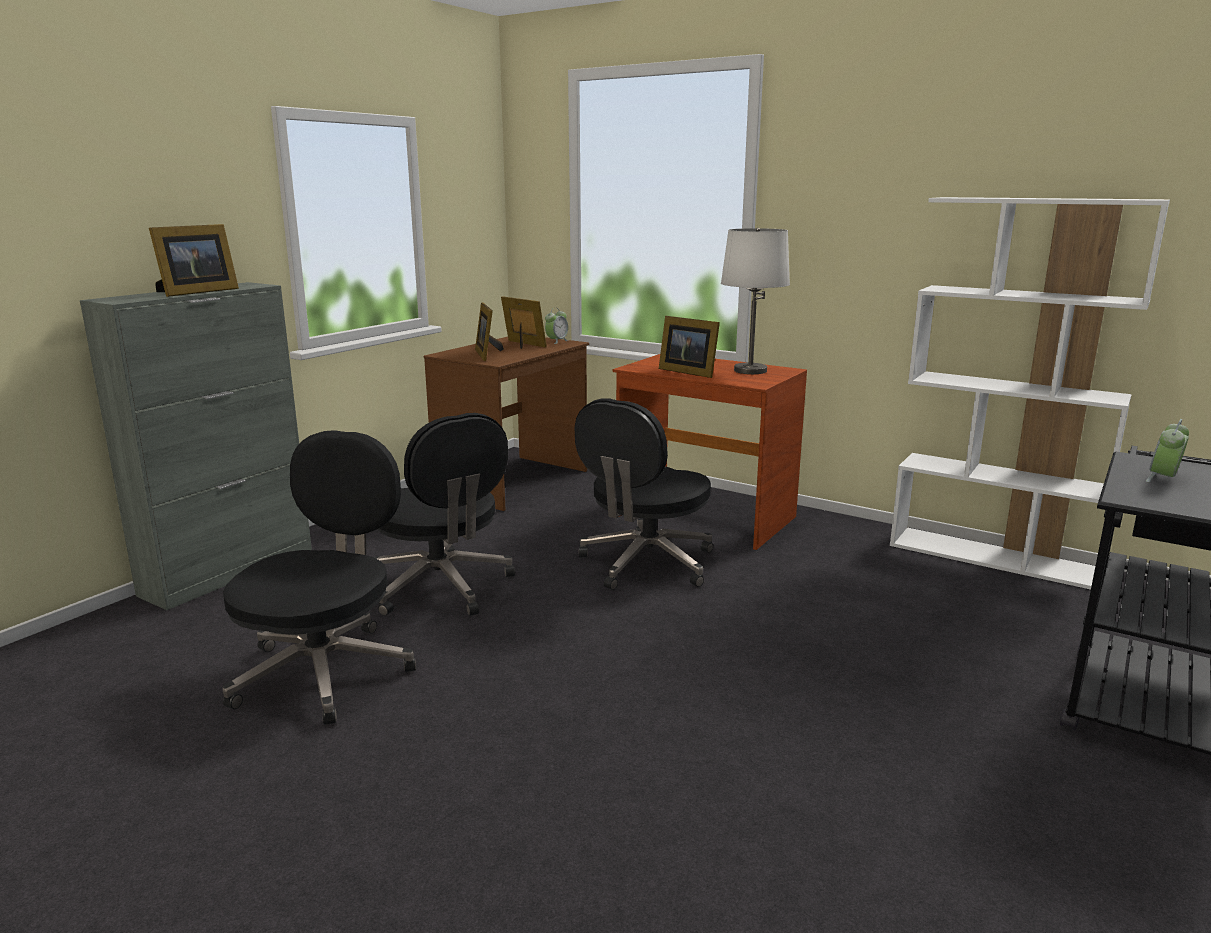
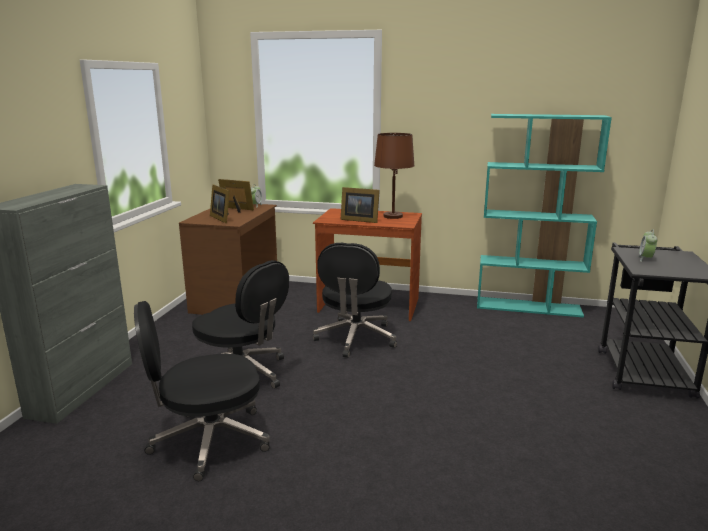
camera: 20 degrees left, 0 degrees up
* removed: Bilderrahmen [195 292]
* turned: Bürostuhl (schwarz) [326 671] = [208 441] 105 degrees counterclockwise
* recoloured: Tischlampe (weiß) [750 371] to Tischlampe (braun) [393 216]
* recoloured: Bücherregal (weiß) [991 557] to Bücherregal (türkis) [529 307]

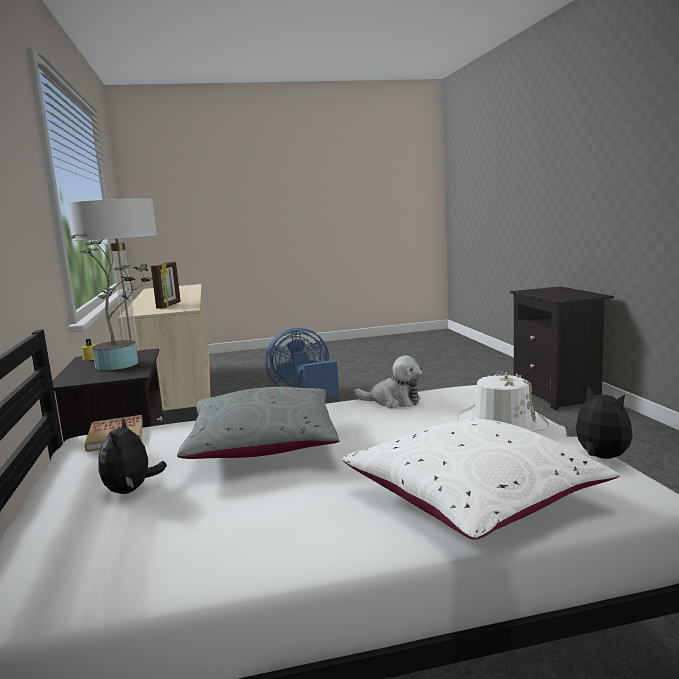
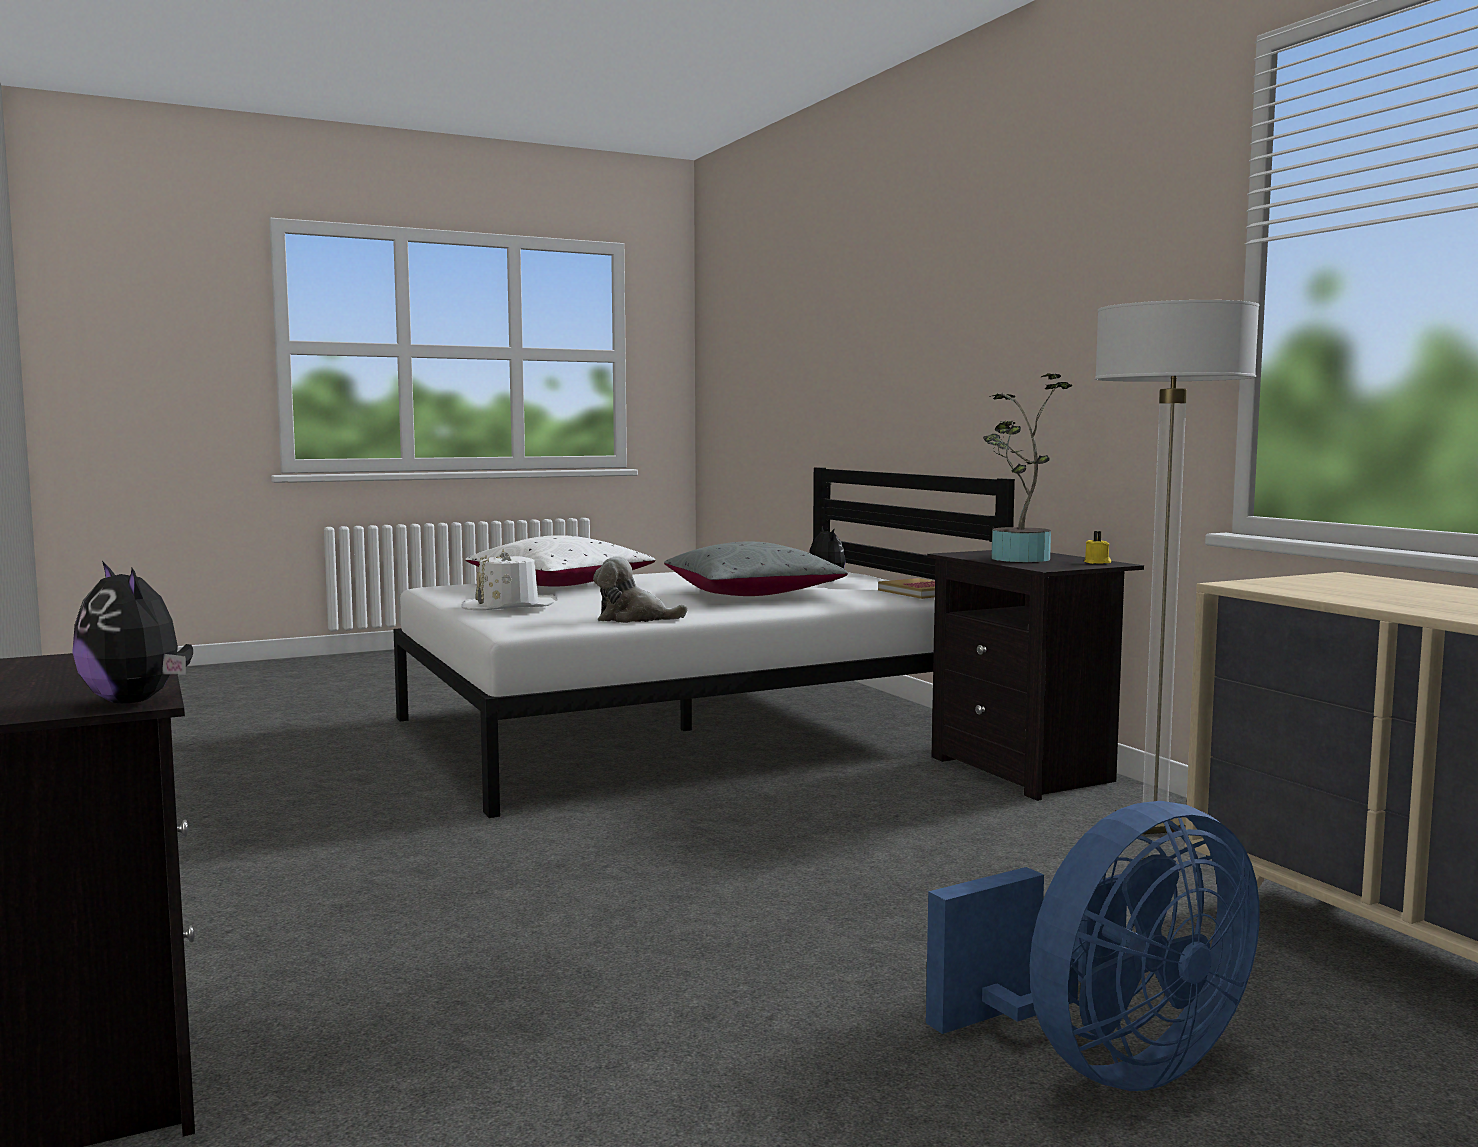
camera: 165 degrees right, 5 degrees down
* removed: Bilderrahmen [169 305]
* moved: Plüschtier [600 457] to [137 701]

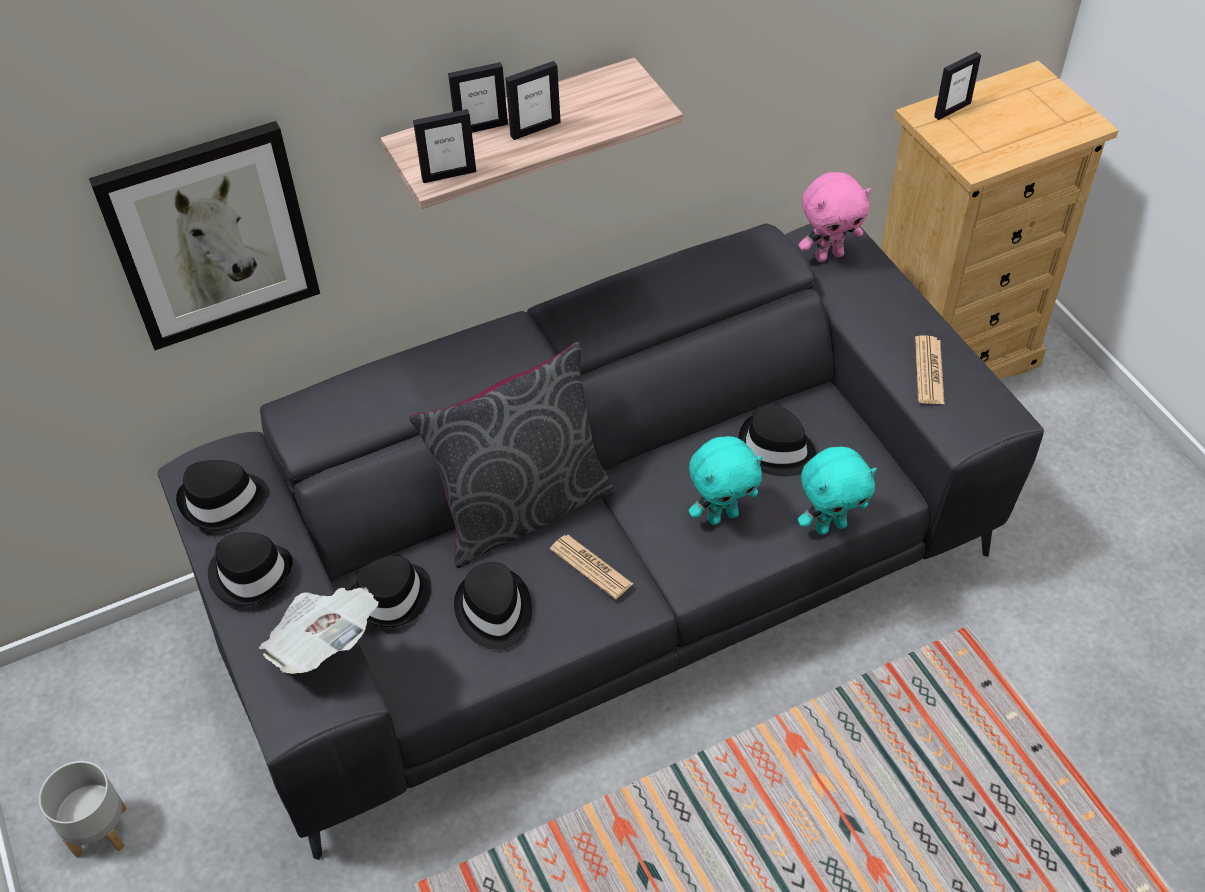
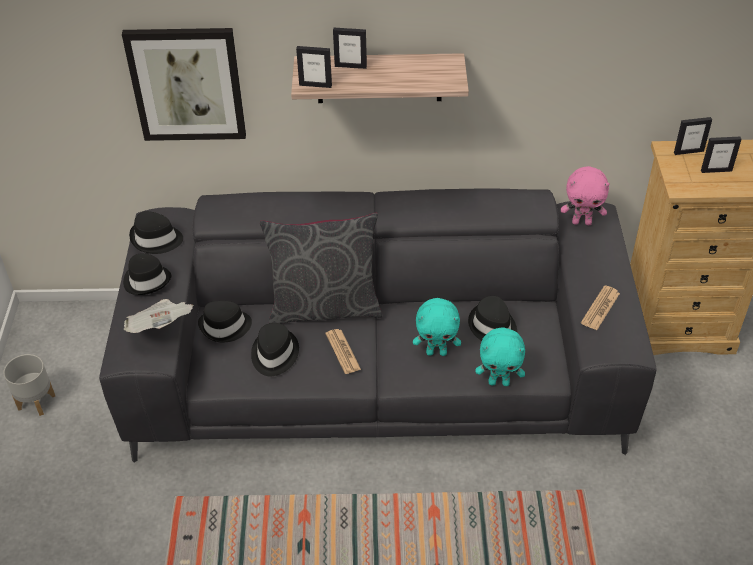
camera: 25 degrees right, 5 degrees down
* moved: Bilderrahmen [535 129] to [716 170]

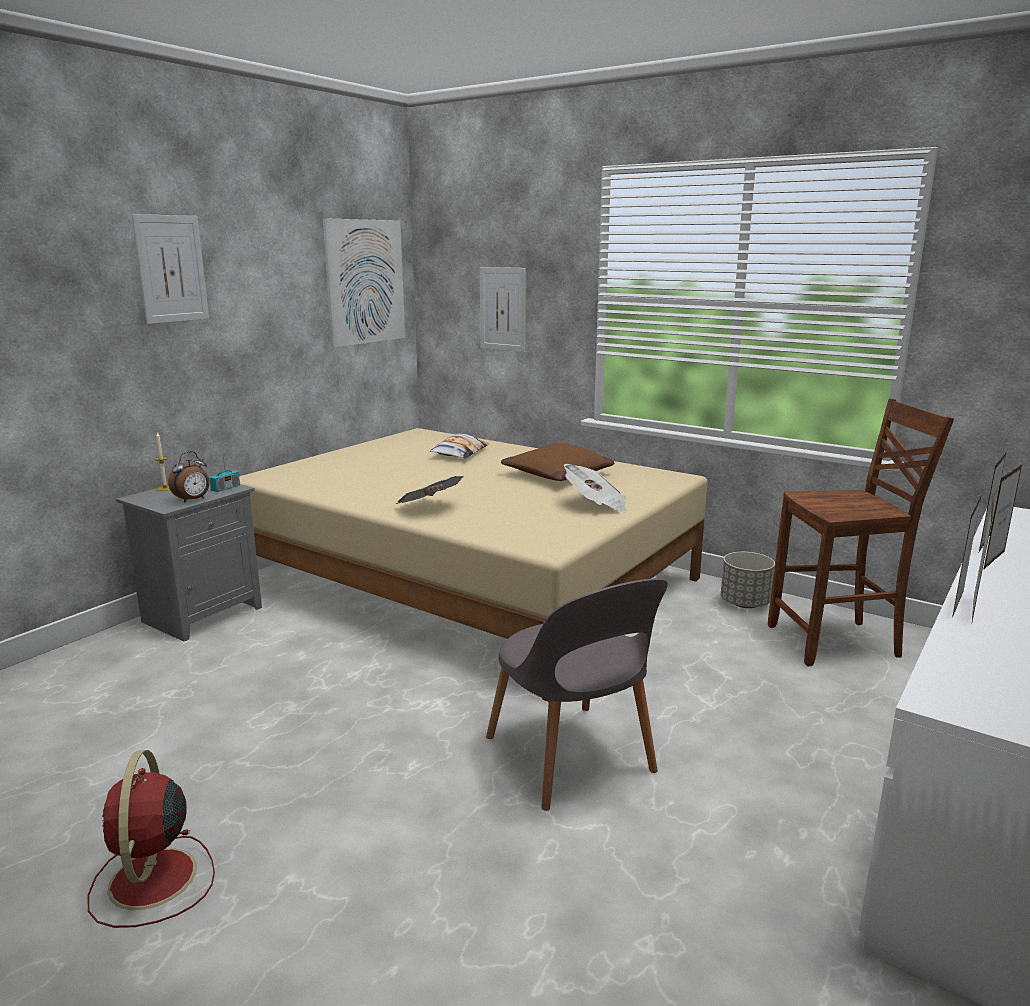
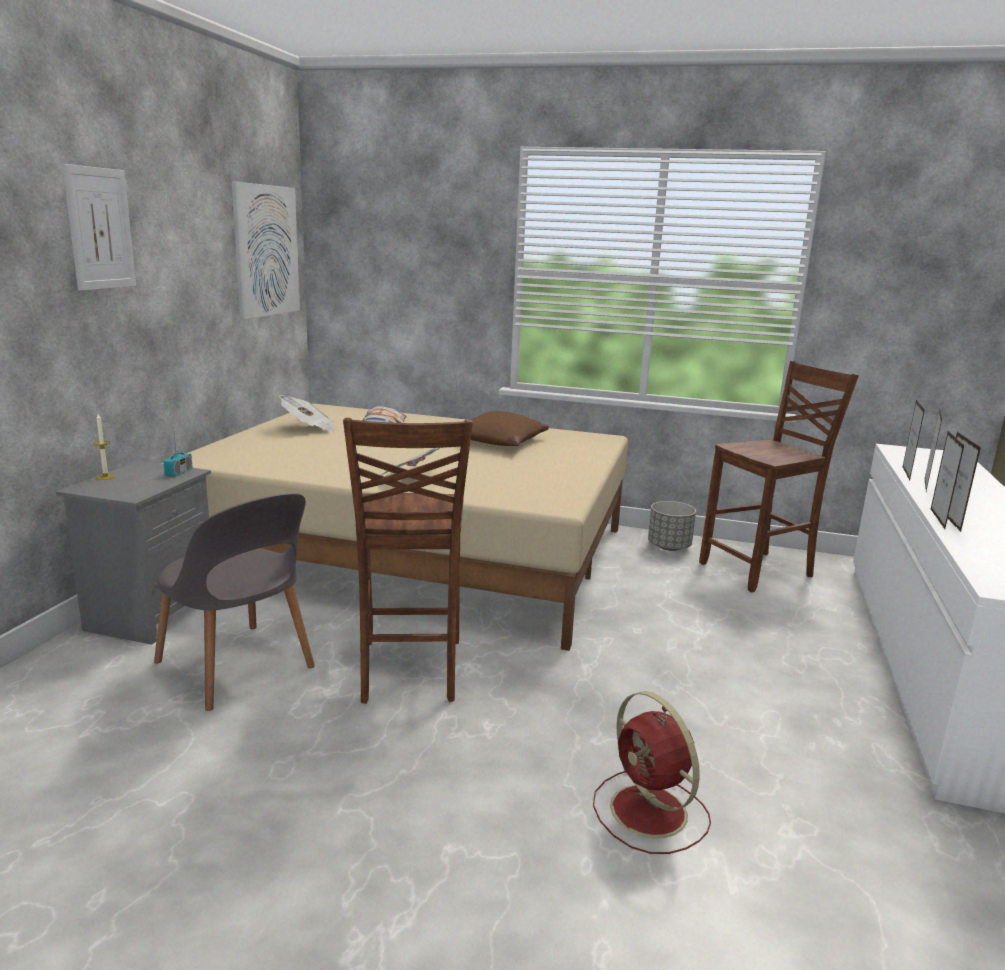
camera: 20 degrees left, 0 degrees up
* moved: Ventilator (rot) [152 881] to [651 813]
* removed: Wecker [193 500]
* removed: Bild [502 309]
* moved: Stuhl (grau) [572 759] to [237 668]
* moved: Zeitung [596 505] to [309 428]
* added: Stuhl (braun) [408 672]

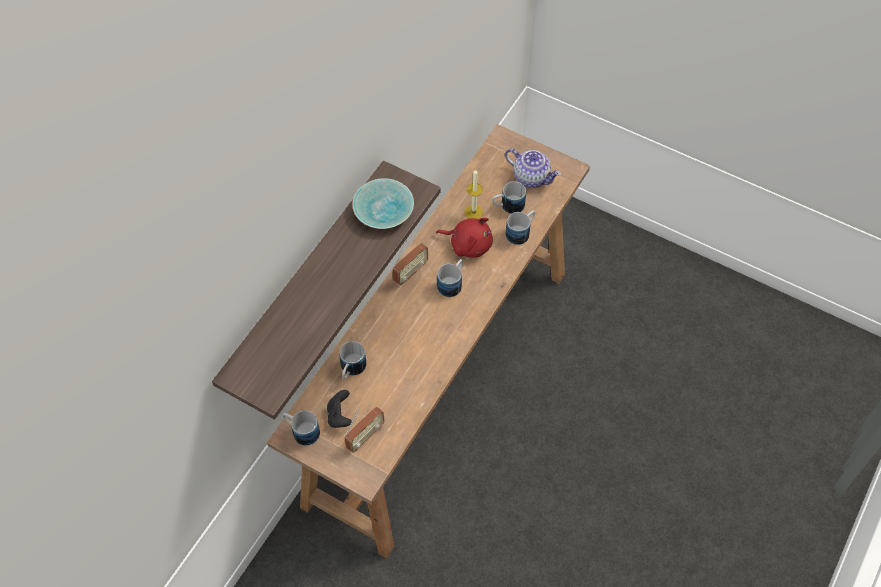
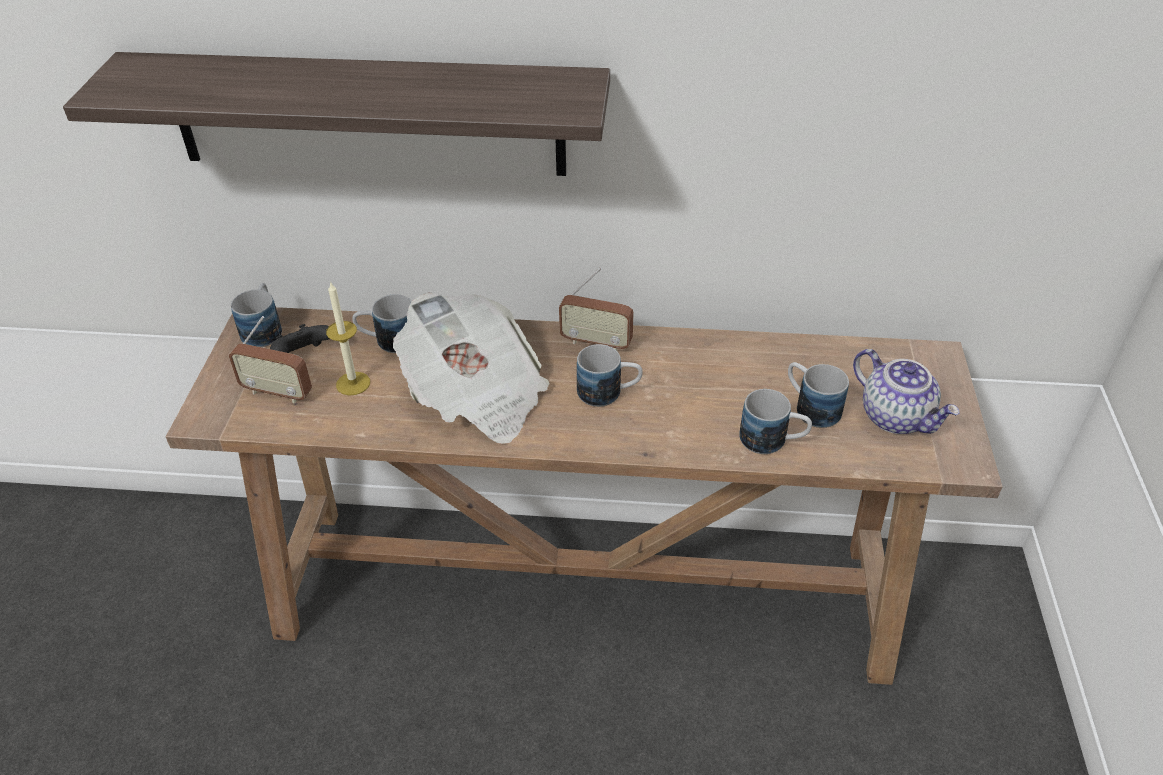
camera: 65 degrees right, 15 degrees down
* removed: Schüssel (türkis) [385 212]
* removed: Plüschtier (rot) [468 244]
* moved: Kerze [473 212] to [353 383]
* turned: Teekanne [531 177] = [896 417] 45 degrees counterclockwise
* added: Zeitung [476 395]

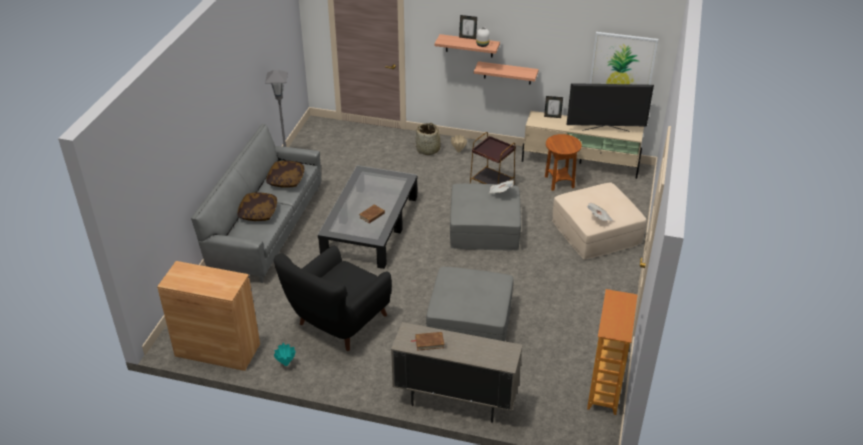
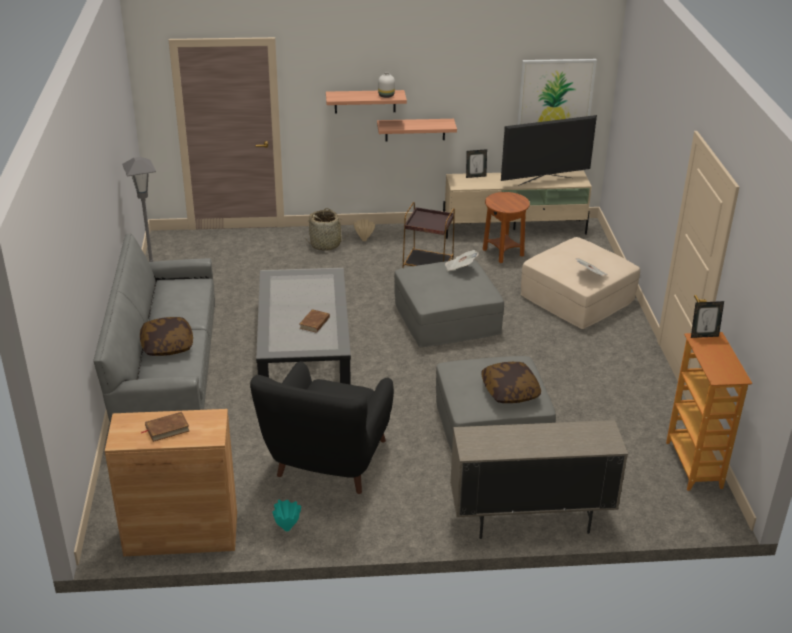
camera: 20 degrees left, 5 degrees down
* moved: Kissen [286 180] to [509 391]
* moved: Buch (braun) [429 342] to [167 429]
* moved: Bilderrahmen [467 37] to [704 335]

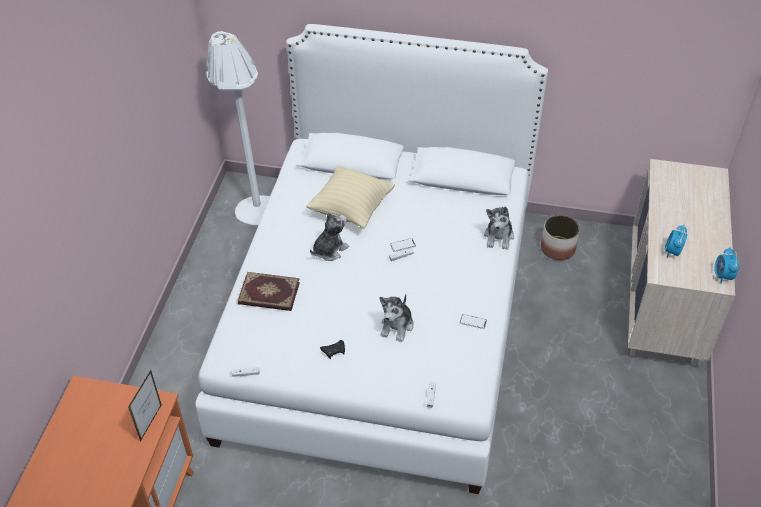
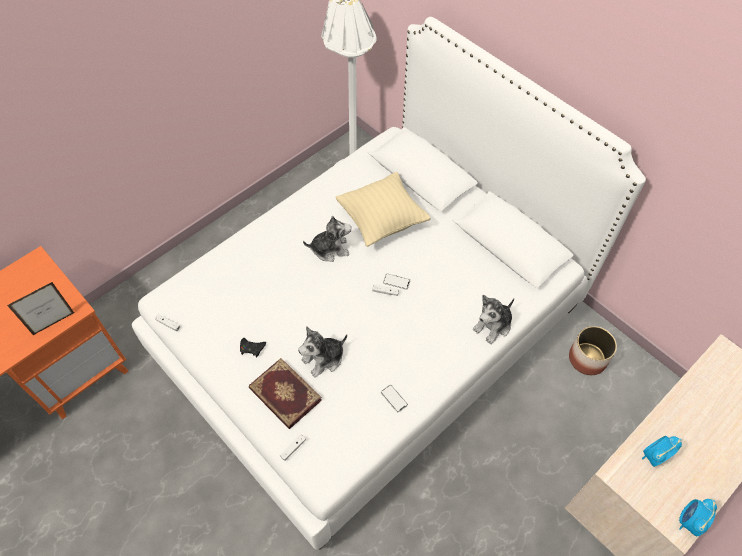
camera: 35 degrees right, 10 degrees up
* moved: Buch [269 294] to [284 395]

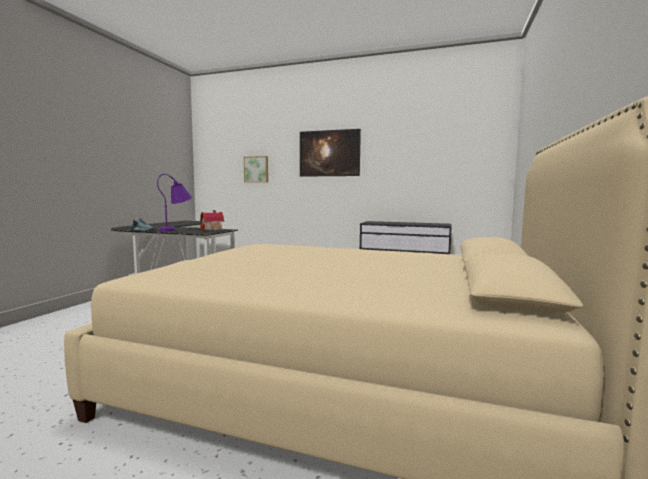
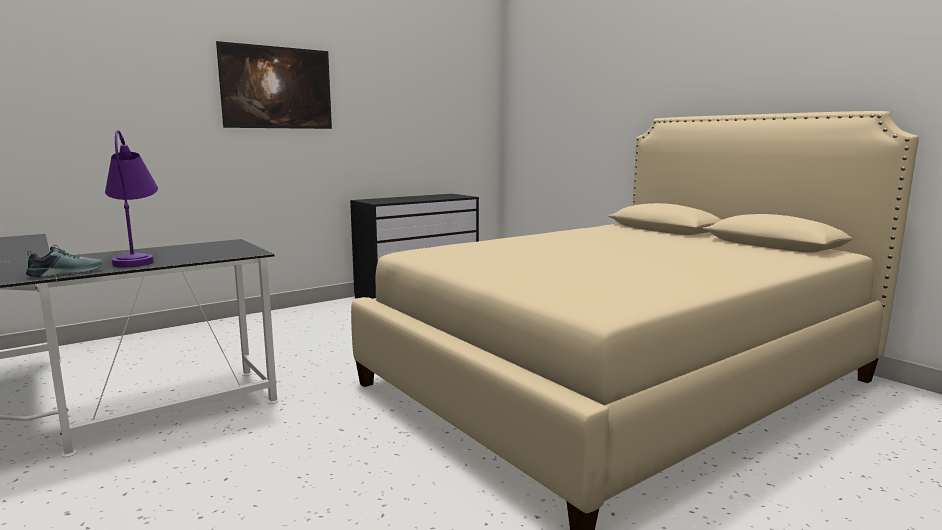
camera: 55 degrees left, 5 degrees up
* removed: Spielzeughaus [213 229]
* removed: Bild [256 169]

